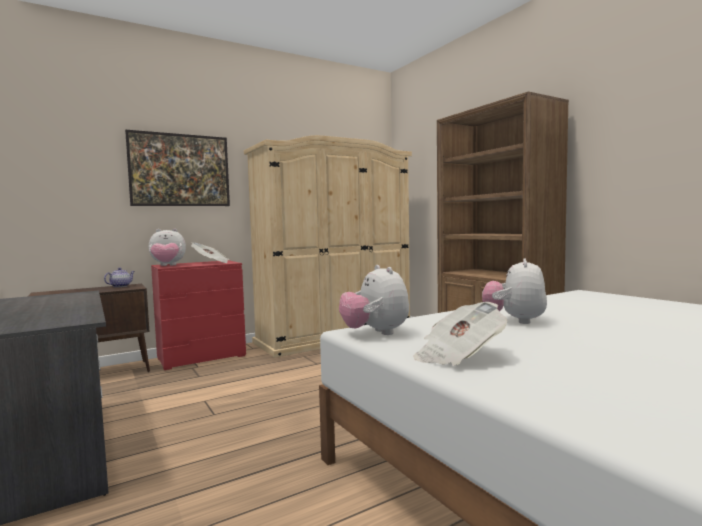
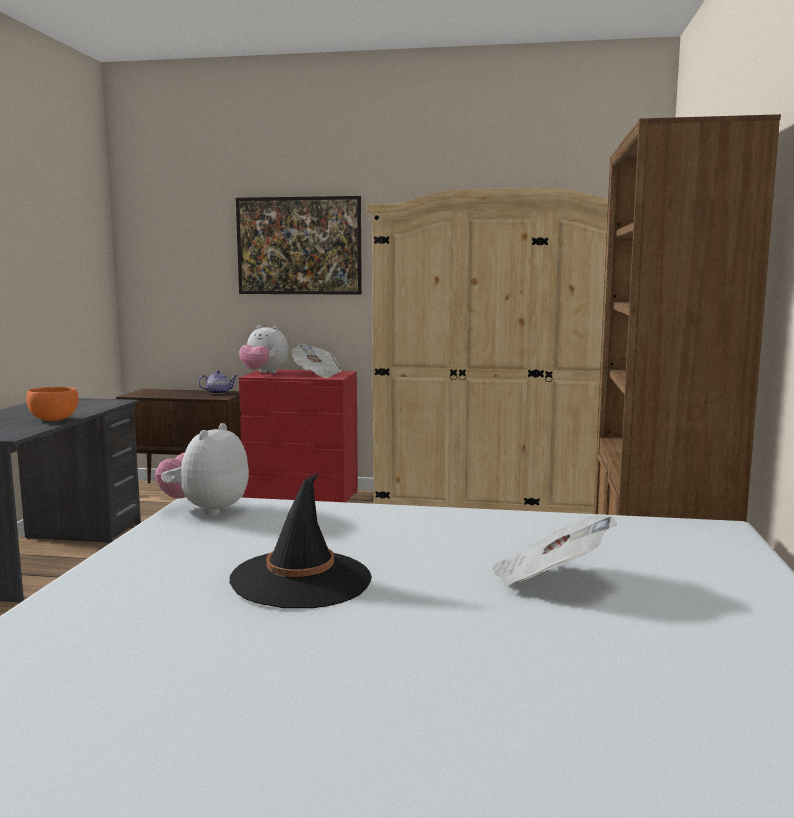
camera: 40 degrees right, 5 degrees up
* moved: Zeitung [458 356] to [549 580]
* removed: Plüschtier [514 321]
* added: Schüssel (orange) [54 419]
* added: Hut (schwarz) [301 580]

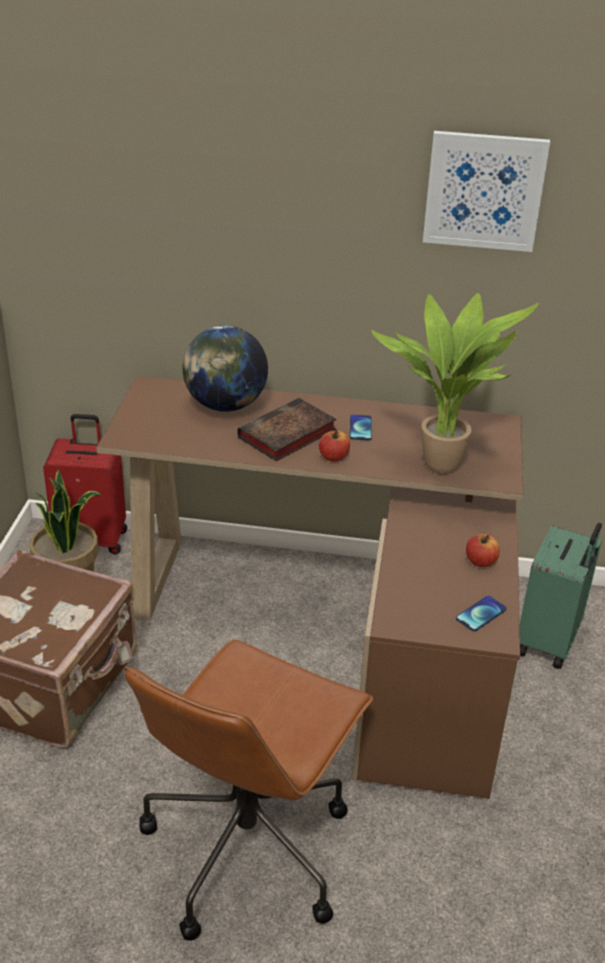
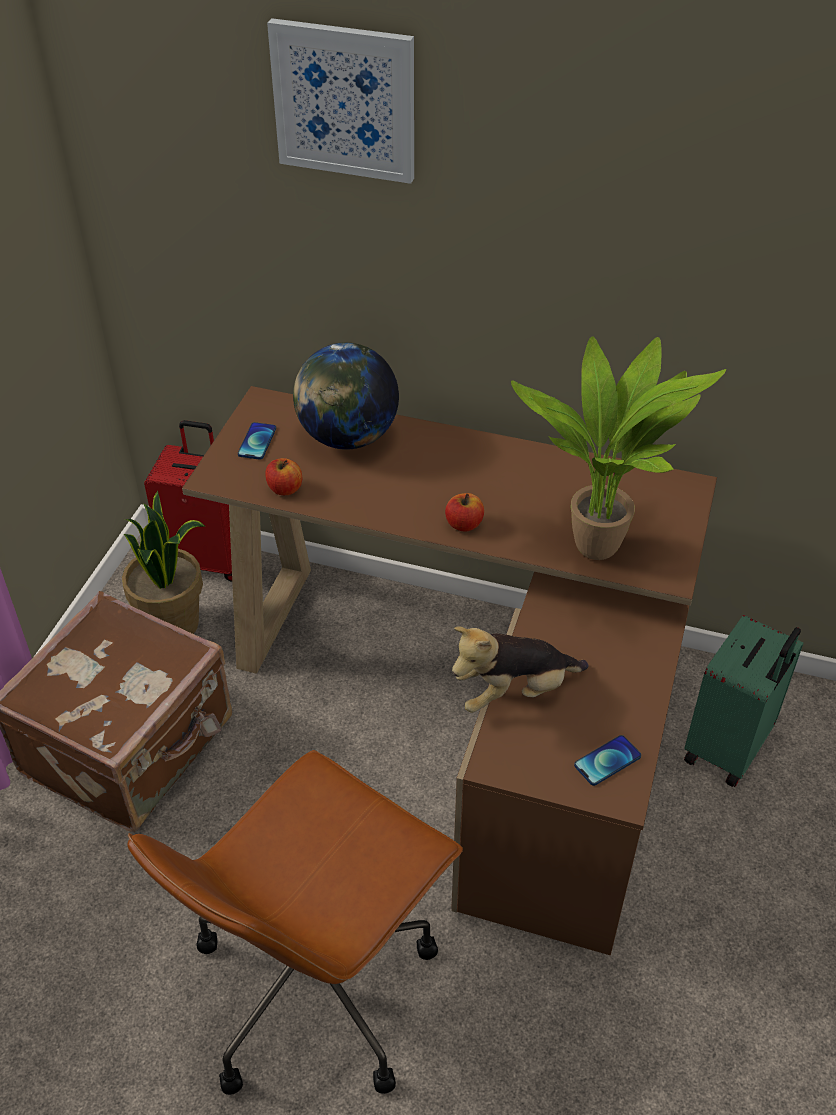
camera: 10 degrees right, 10 degrees up
* removed: Buch [286 435]
* moved: Handy [360 428] to [257 442]
* moved: Bild [484 191] to [345 100]
* moved: Apfel [480 561] to [285 489]
* added: Plüschtier [514 692]

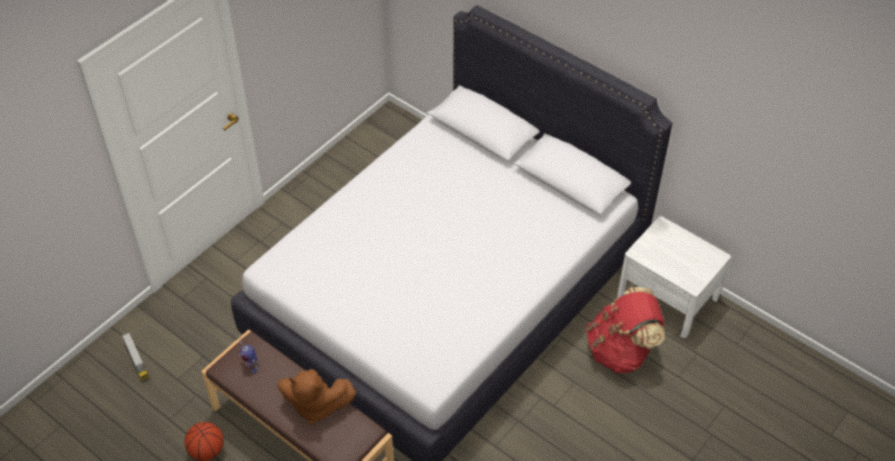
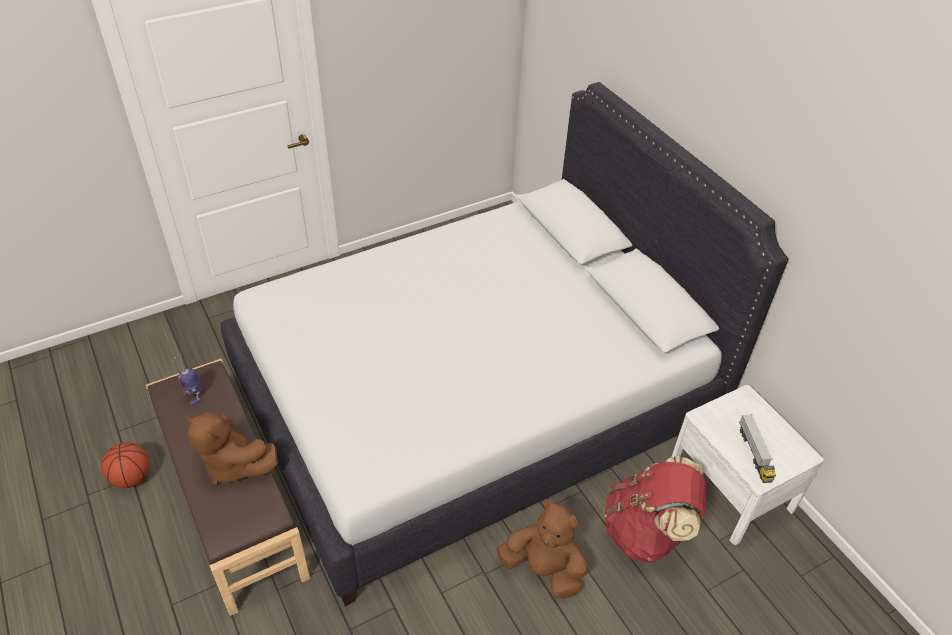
camera: 20 degrees right, 5 degrees down
* moved: Spielzeuglaster [136 361] to [754 453]
* added: Plüschtier (braun) [543 569]

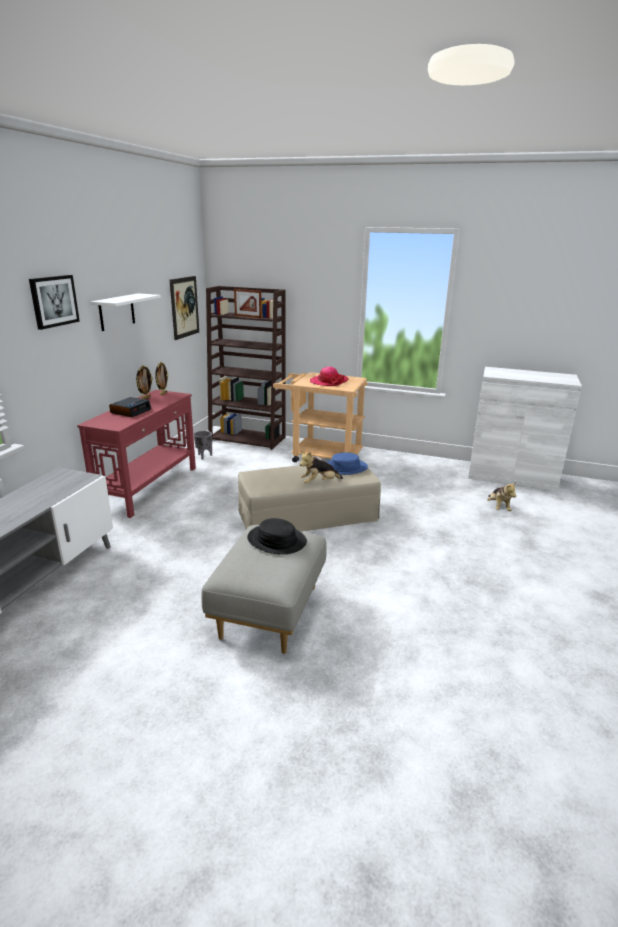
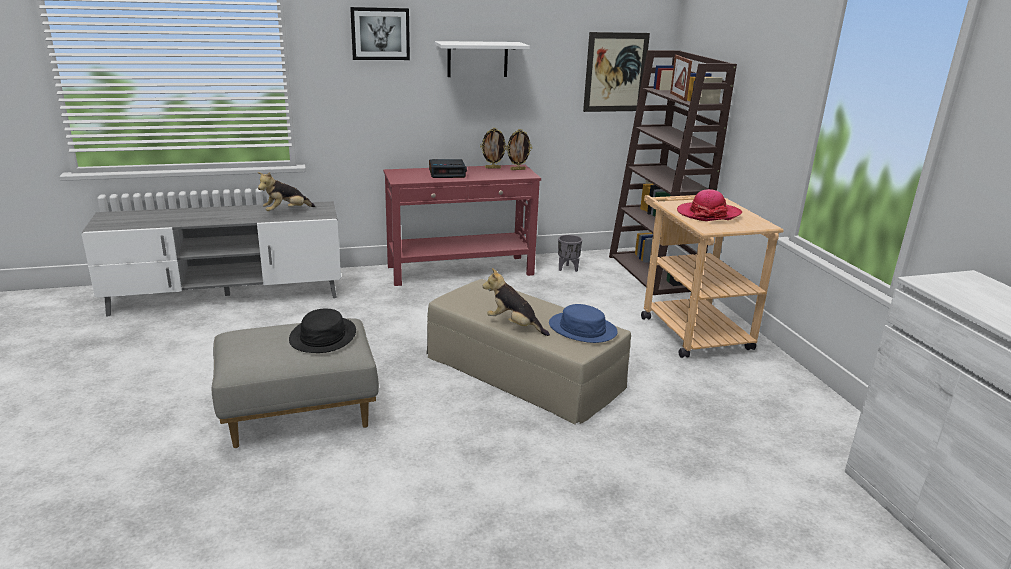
camera: 55 degrees right, 0 degrees up
* moved: Plüschtier [498 507] to [286 212]

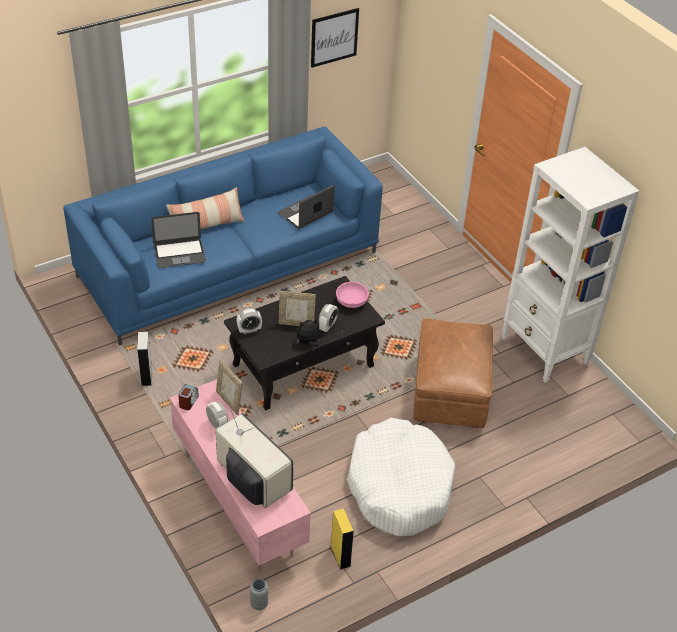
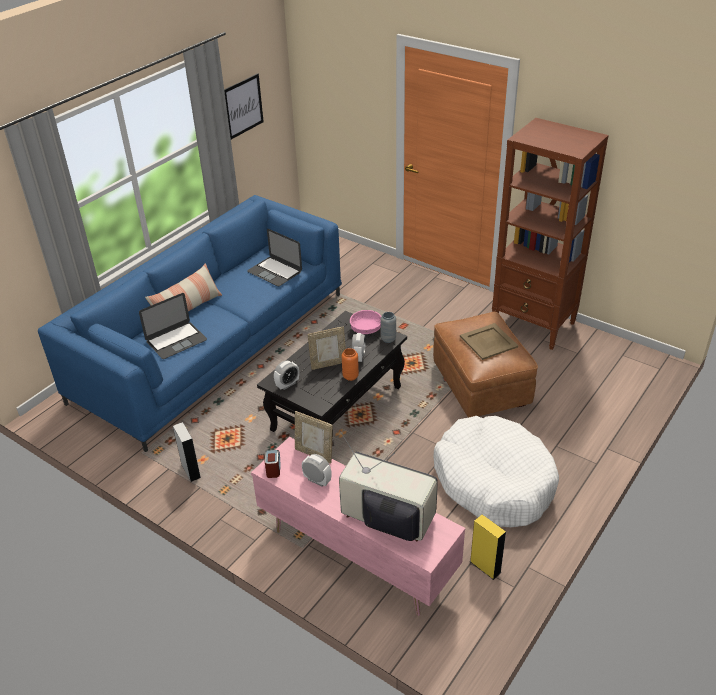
camera: 20 degrees left, 5 degrees down
* moved: Vase (grau) [259 604] to [388 339]
* turned: Laptop [305 213] = [275 271] 75 degrees counterclockwise
* replaced: Plüschtier [308 342] to Vase (orange) [350 376]
* recoloured: Bücherregal (weiß) [545 351] to Bücherregal (braun) [534 325]
* added: Tablett (beige) [488 341]

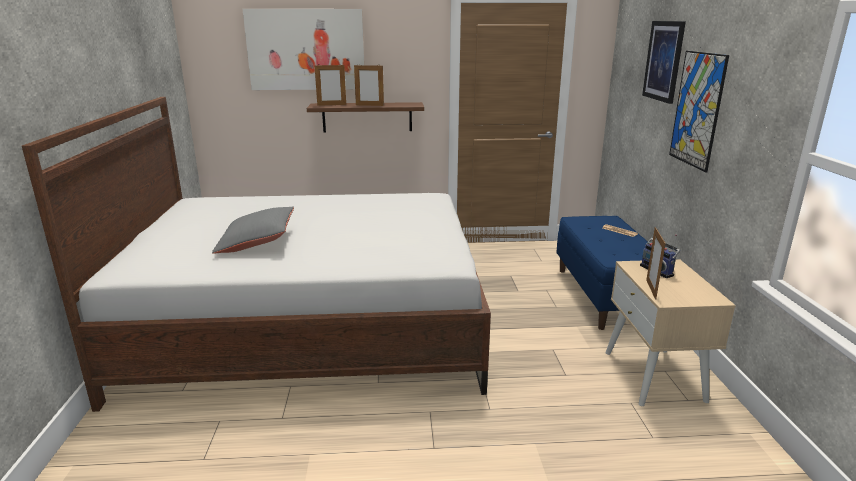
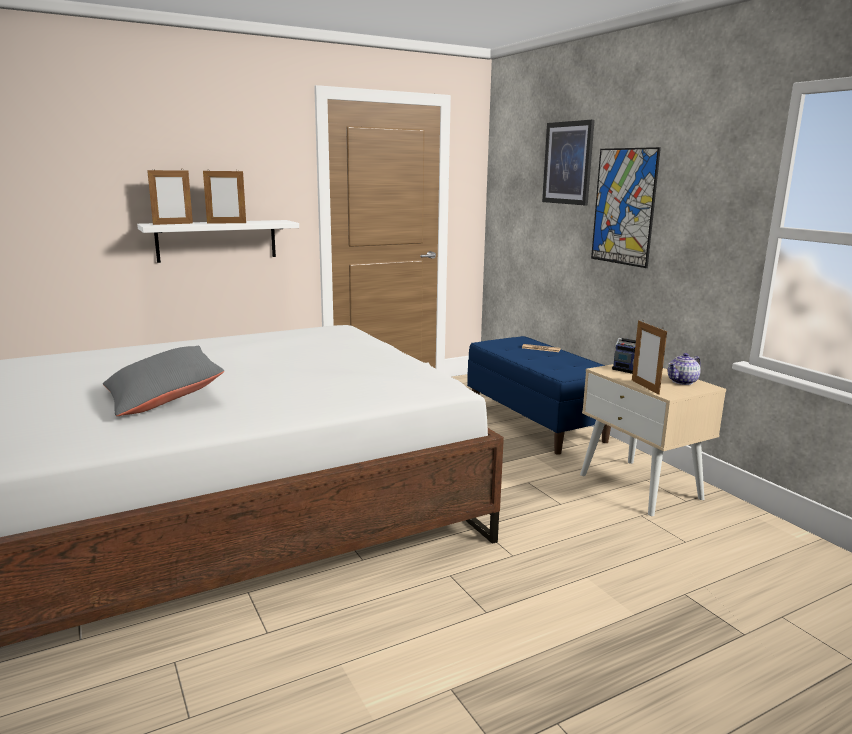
camera: 25 degrees left, 5 degrees down
* removed: Bild [306 50]
* recoloured: Wandregal (braun) [367 117] to Wandregal (weiß) [217 240]
* added: Teekanne [683 381]

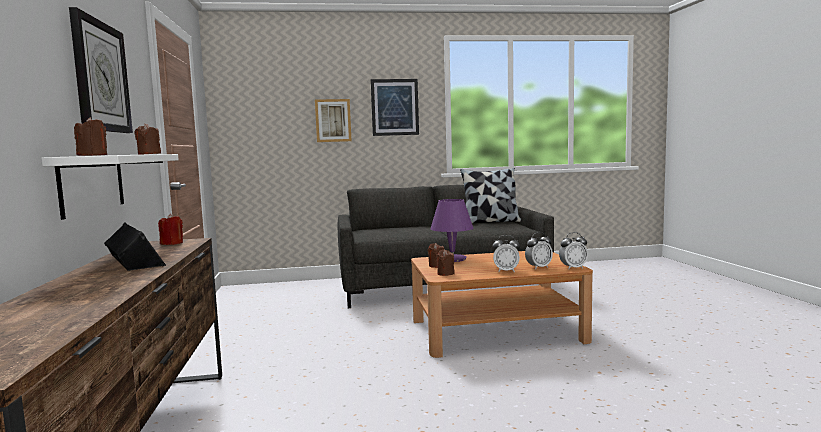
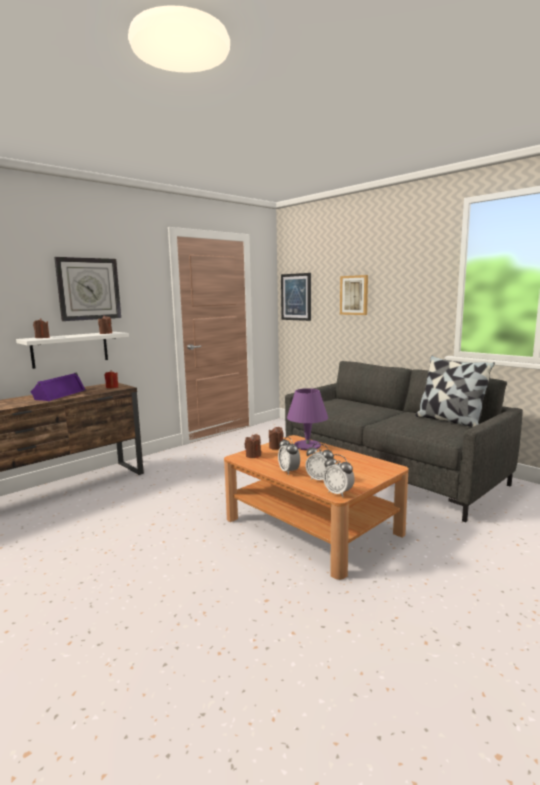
camera: 55 degrees right, 5 degrees up
* recoloured: Lautsprecher (schwarz) [132 261] to Lautsprecher (lila) [59 394]
* moved: Bild [394 107] to [296 297]

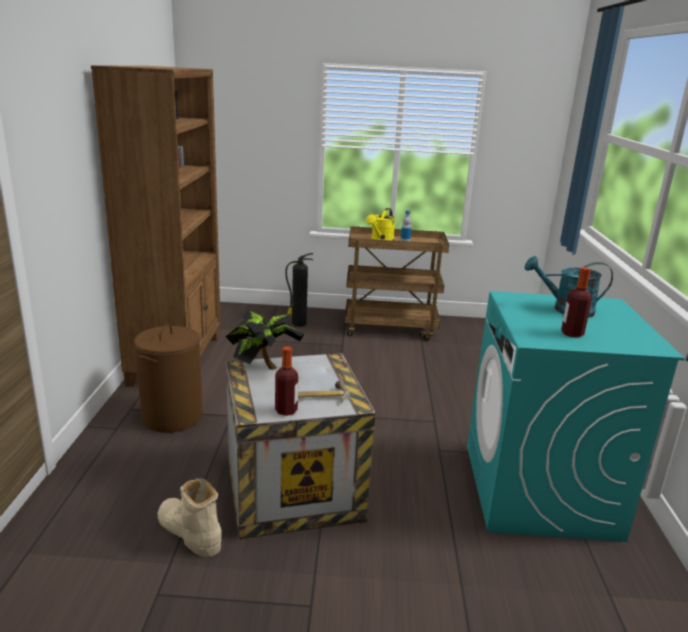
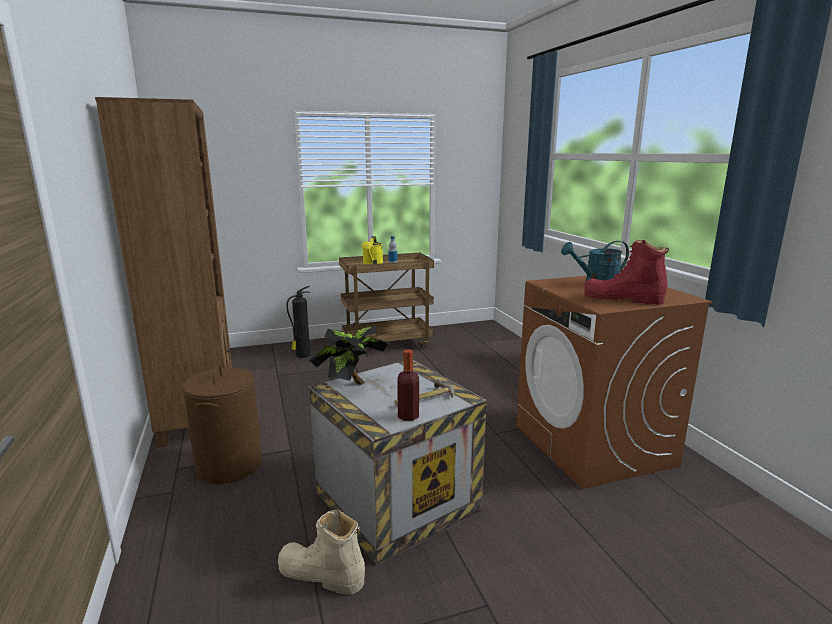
camera: 20 degrees left, 5 degrees down
* recoloured: Waschmaschine (türkis) [539 490] to Waschmaschine (braun) [593 445]
* replaced: Flasche [572 334] to Stiefel (rot) [623 299]

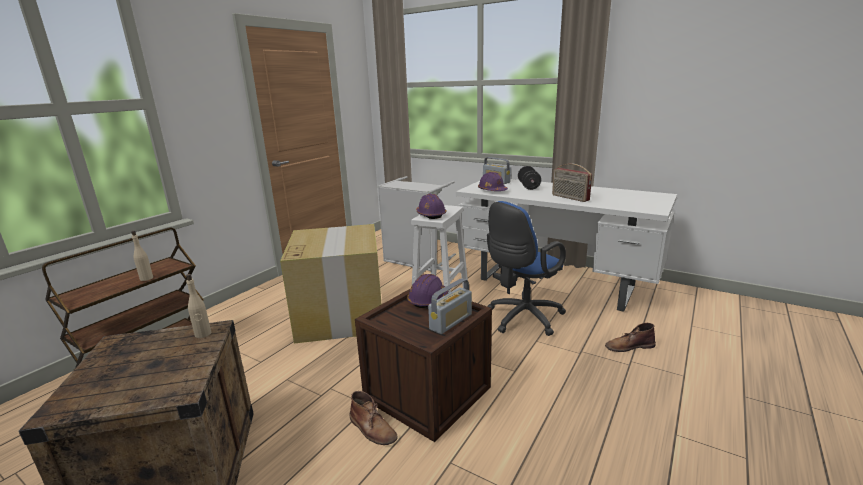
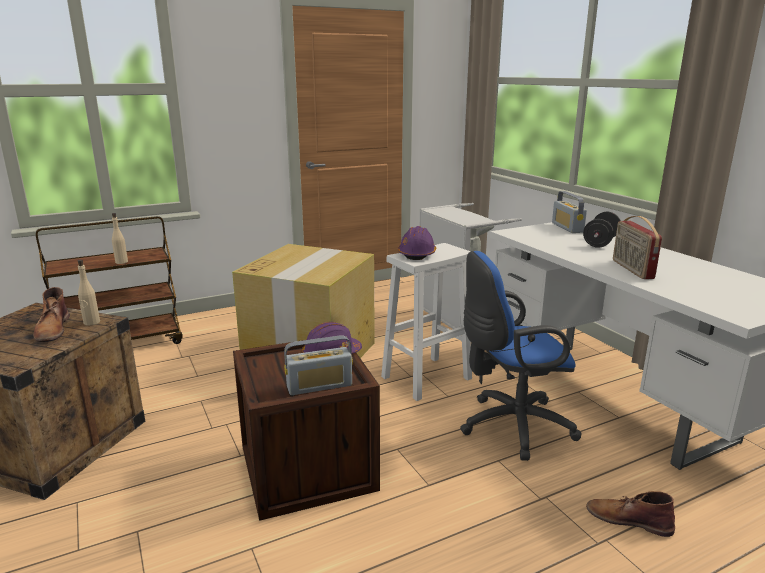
camera: 30 degrees right, 0 degrees up
* moved: Stiefel (braun) [372 428] to [52 329]
* removed: Schutzhelm (lila) [492 190]

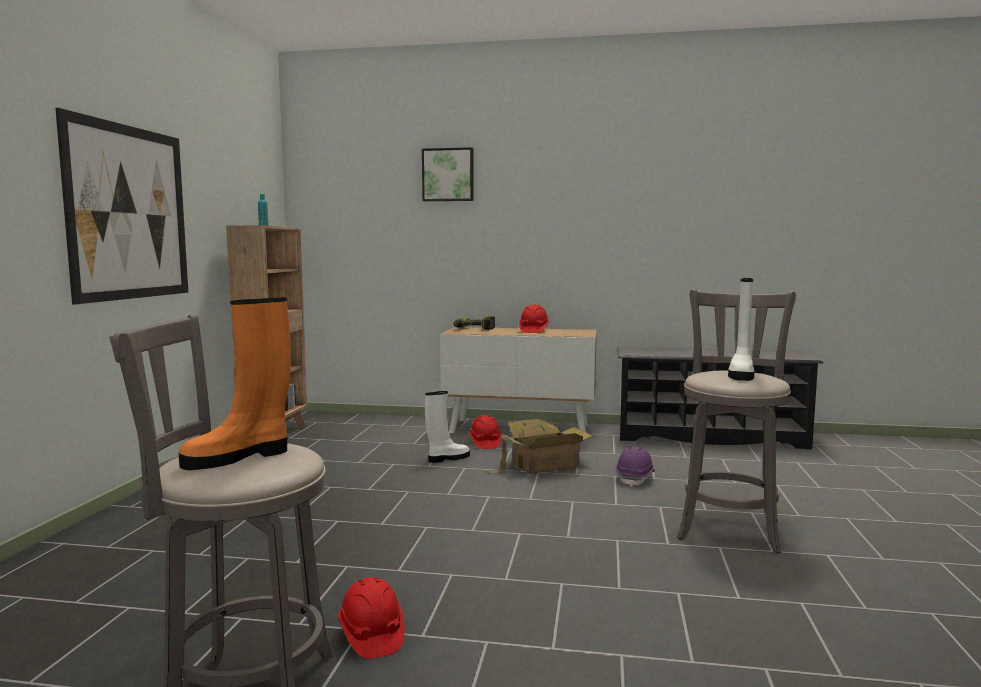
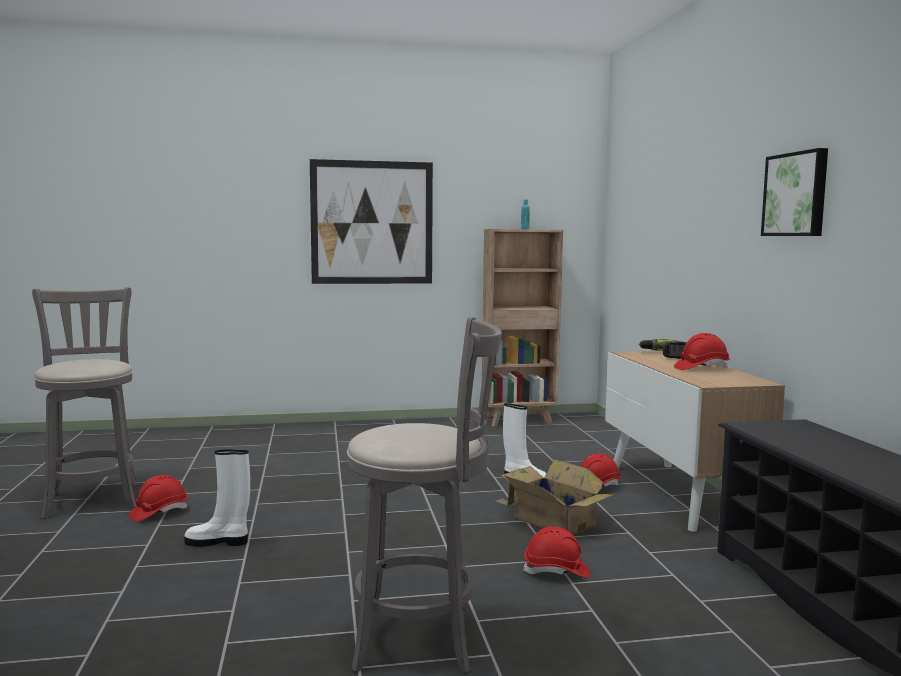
camera: 70 degrees right, 0 degrees up
* removed: Stiefel (orange) [239 457]
* moved: Bild [448 175] to [797 194]
* recoloured: Schutzhelm (lila) [635 478] to Schutzhelm (rot) [556 571]
* moved: Stiefel (weiß) [741 374] to [218 542]

